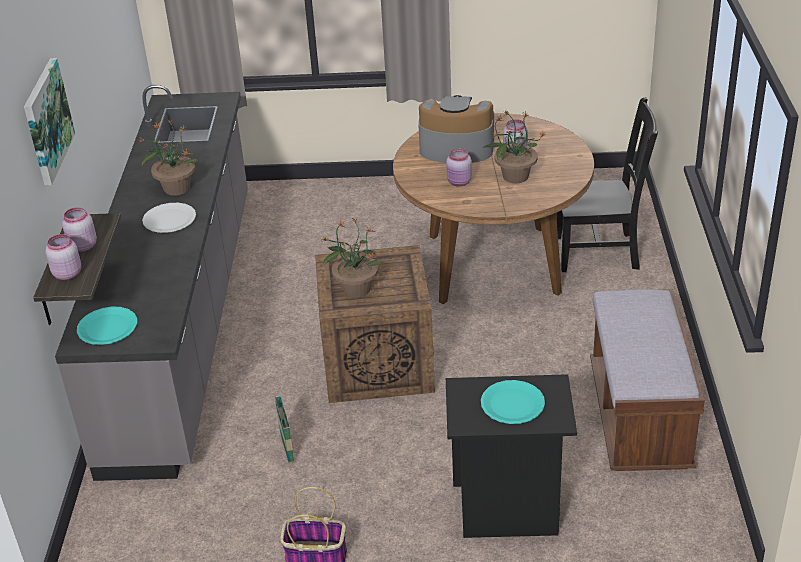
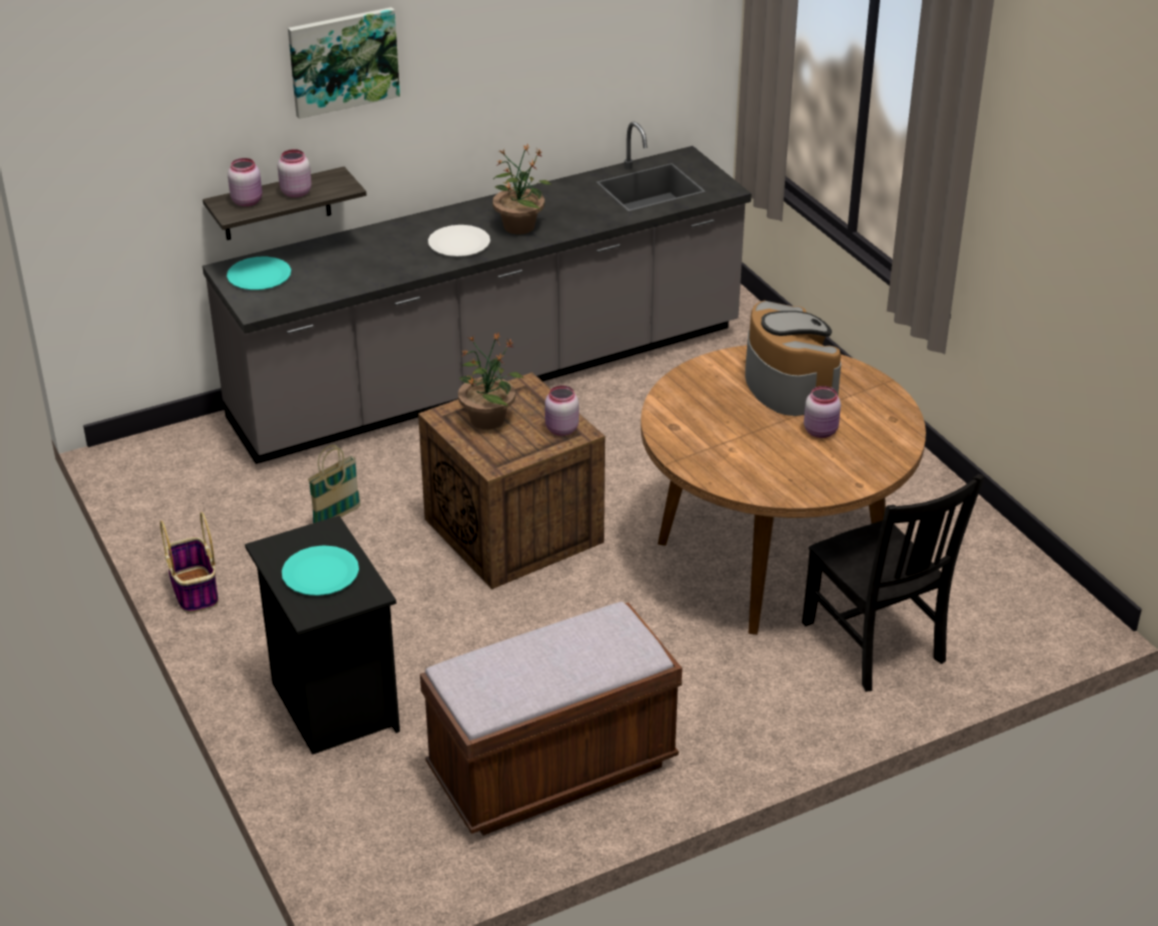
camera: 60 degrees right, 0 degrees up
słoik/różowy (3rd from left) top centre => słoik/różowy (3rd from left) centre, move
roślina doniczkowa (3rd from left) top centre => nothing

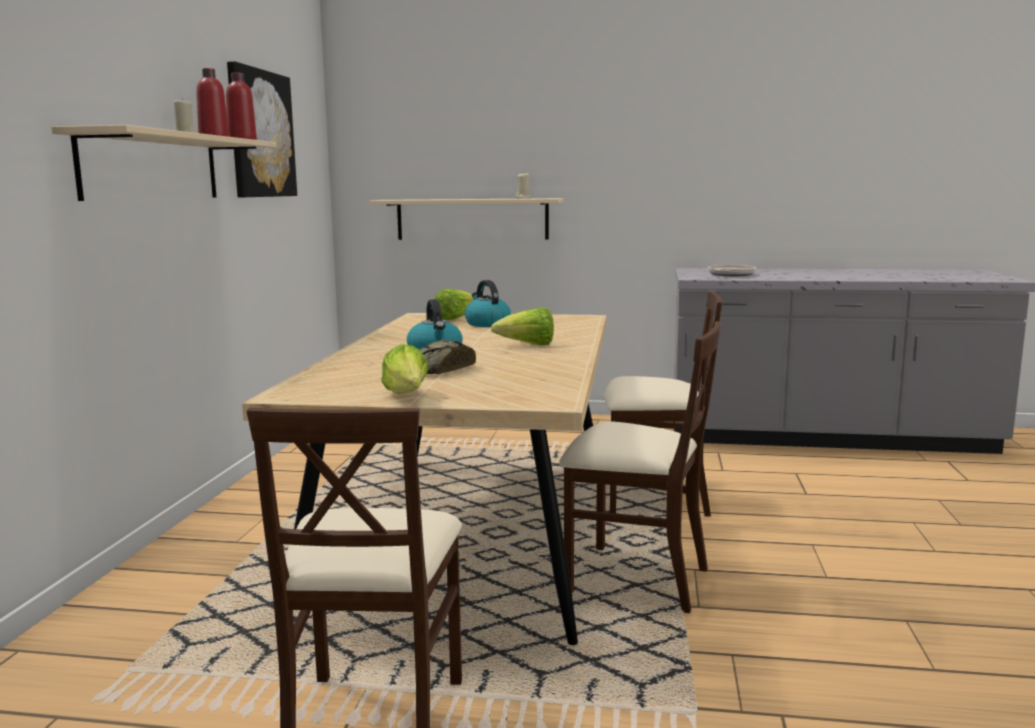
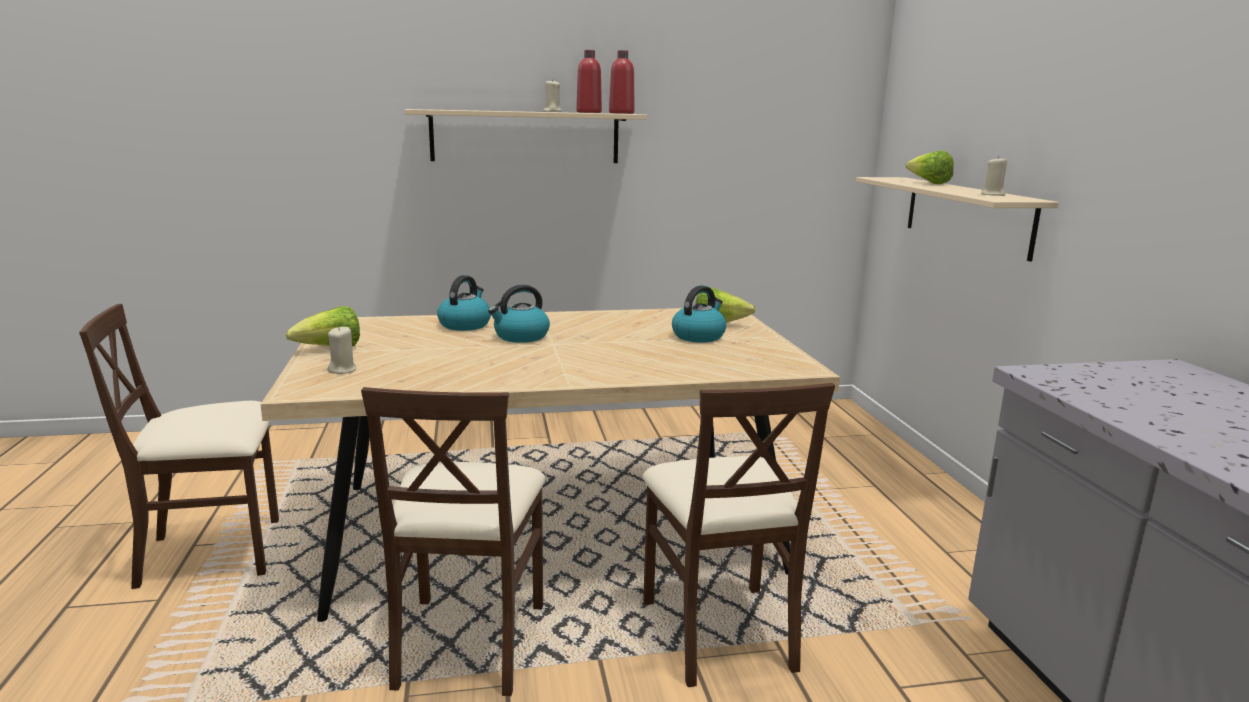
camera: 70 degrees right, 5 degrees up
obraz top left => nothing
chleb centre => nothing
sałata (3rd from left) centre => sałata (3rd from left) top right, move
patelnia middle right => nothing
nothing => świeca/beżowy (1st from left) middle left
nothing => czajnik (1st from left) centre

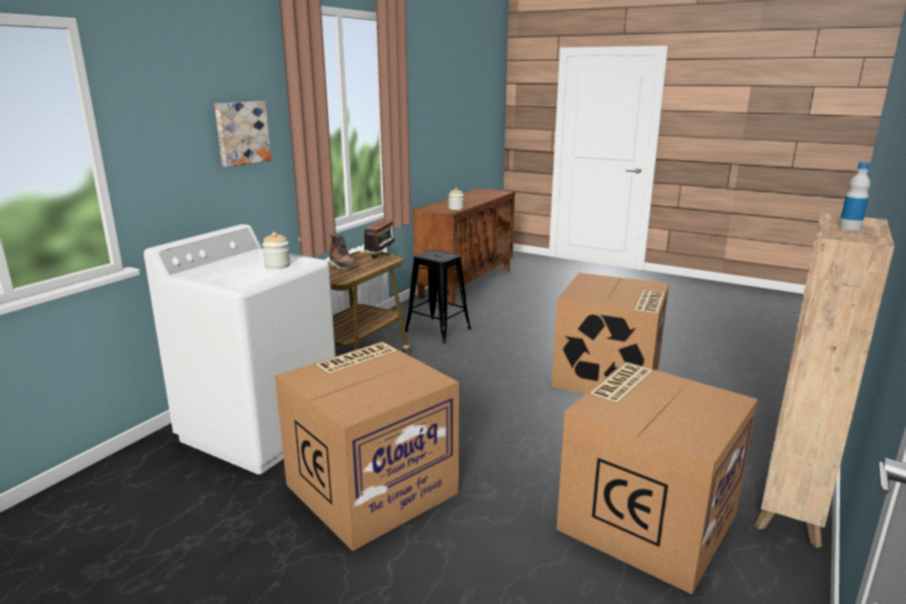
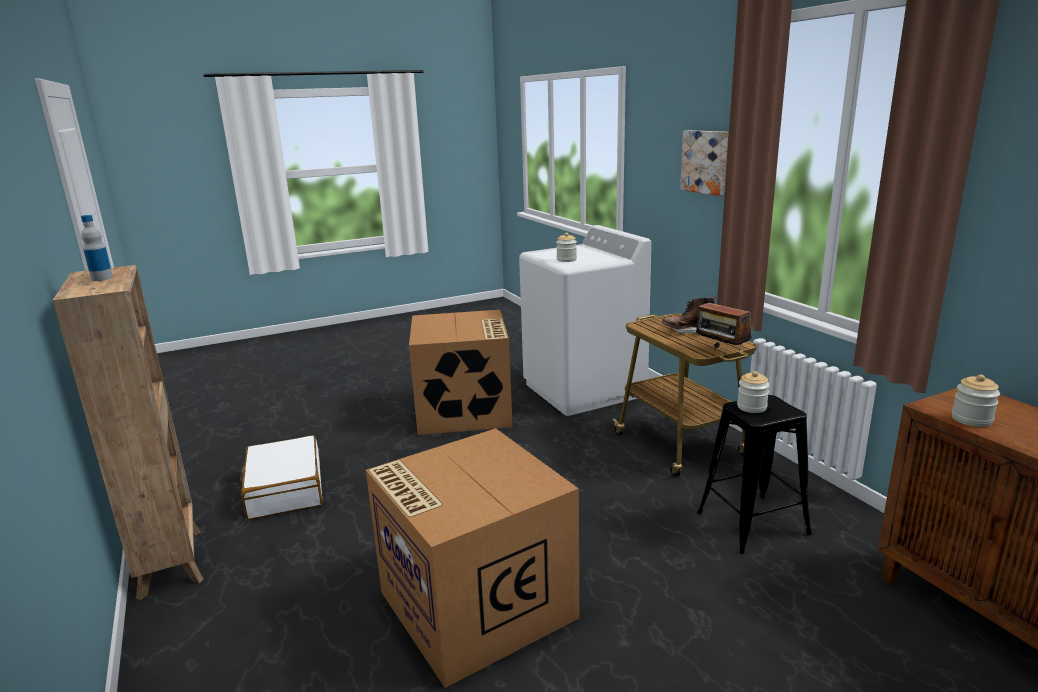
camera: 125 degrees right, 0 degrees up
karton (3rd from left) bottom right => walizka/biały bottom left
nothing => słoik (2nd from left) middle right

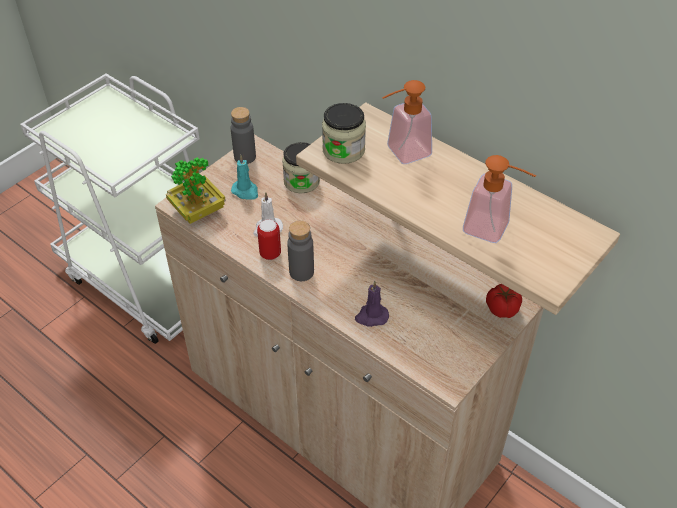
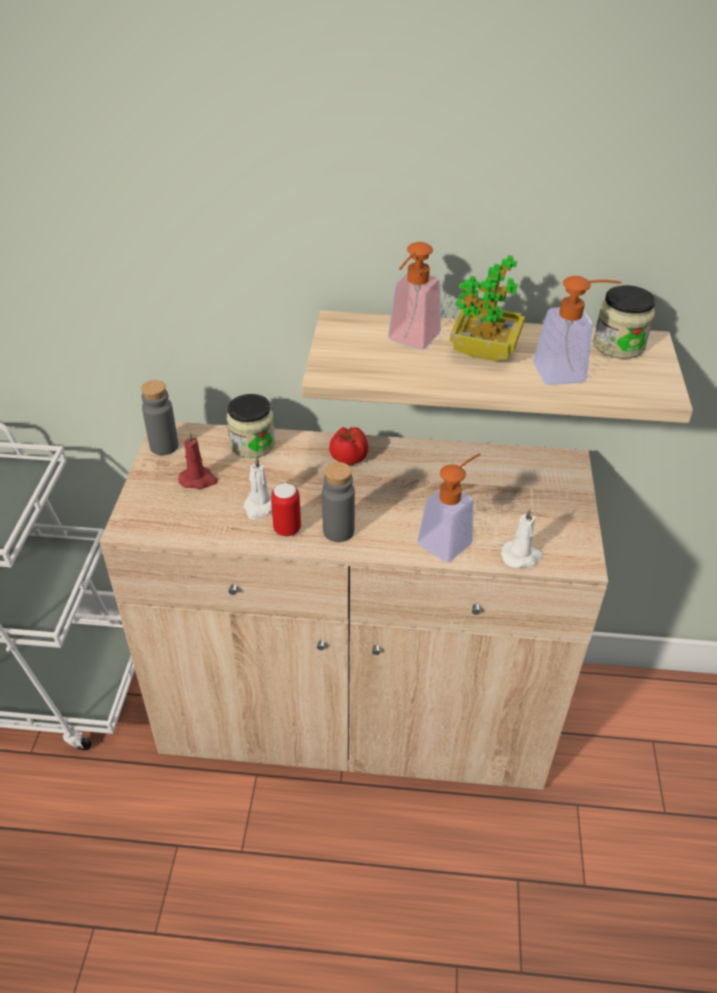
camera: 35 degrees left, 5 degrees down
roślina doniczkowa middle left => roślina doniczkowa top right, move
świeca/turkusowy centre => świeca/czerwony middle left
słoik (2nd from left) top centre => słoik (2nd from left) top right, move
świeca/fioletowy centre => dozownik mydła (2nd from left) centre
pomidor middle right => pomidor centre, move
nothing => świeca/biały (2nd from left) middle right

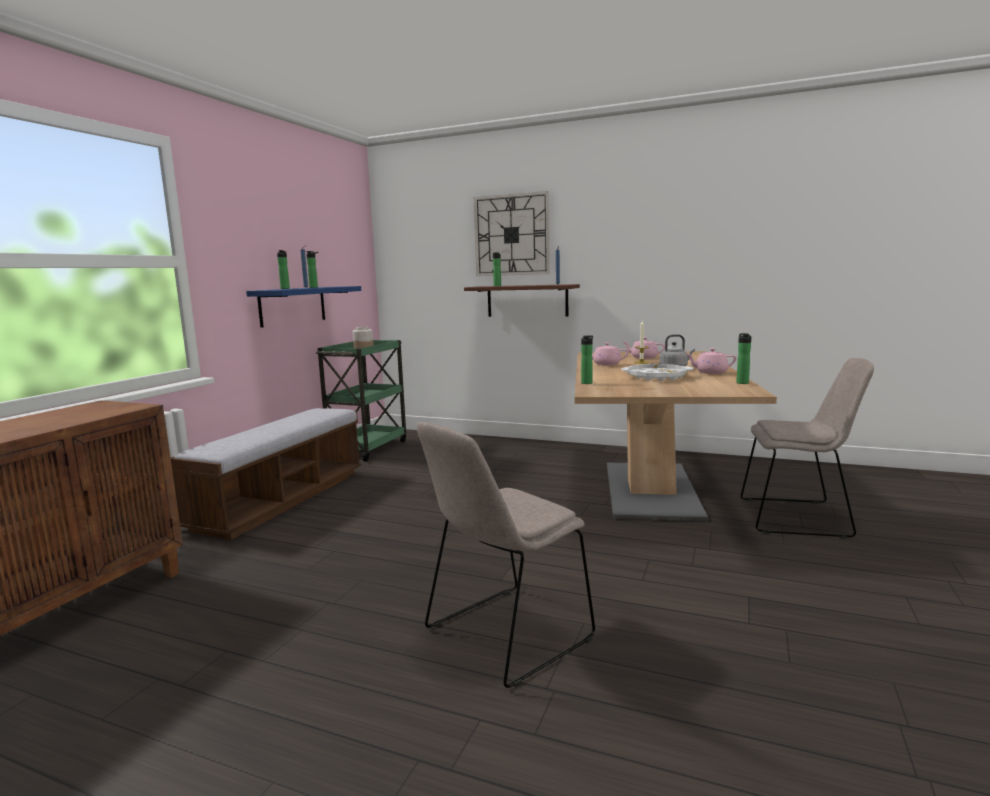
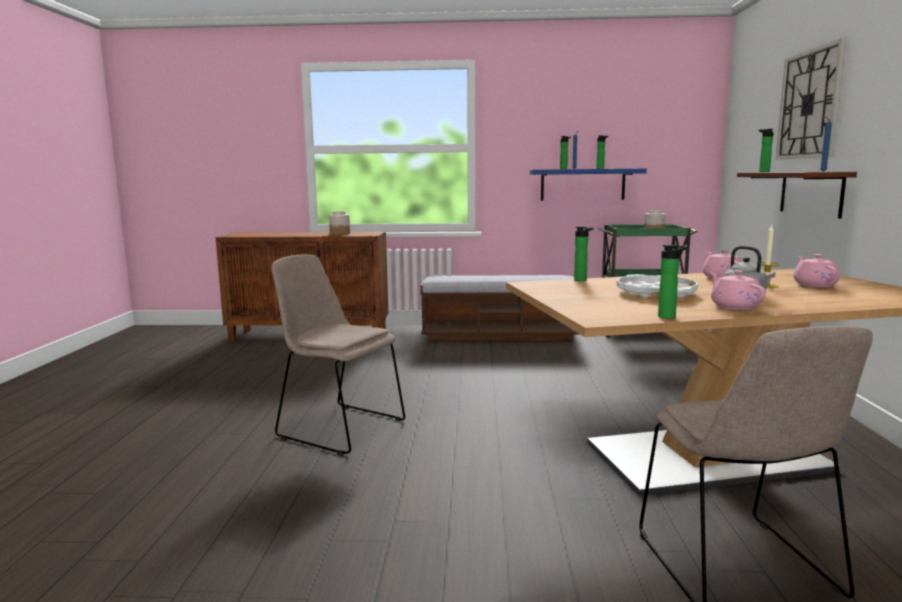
camera: 70 degrees right, 0 degrees up
nothing => słoik (1st from left) centre

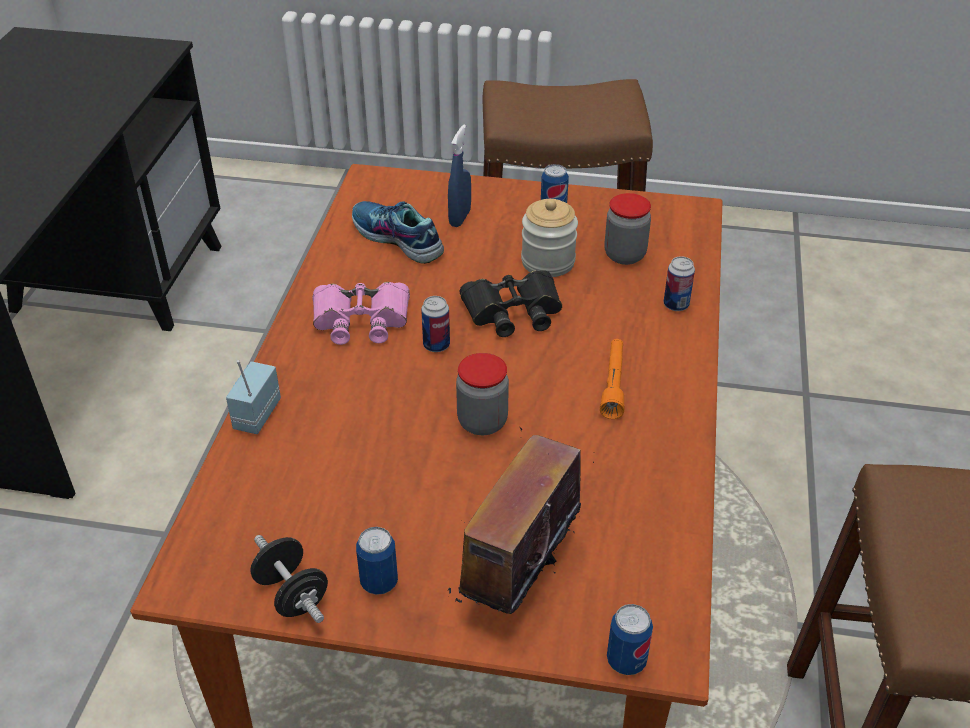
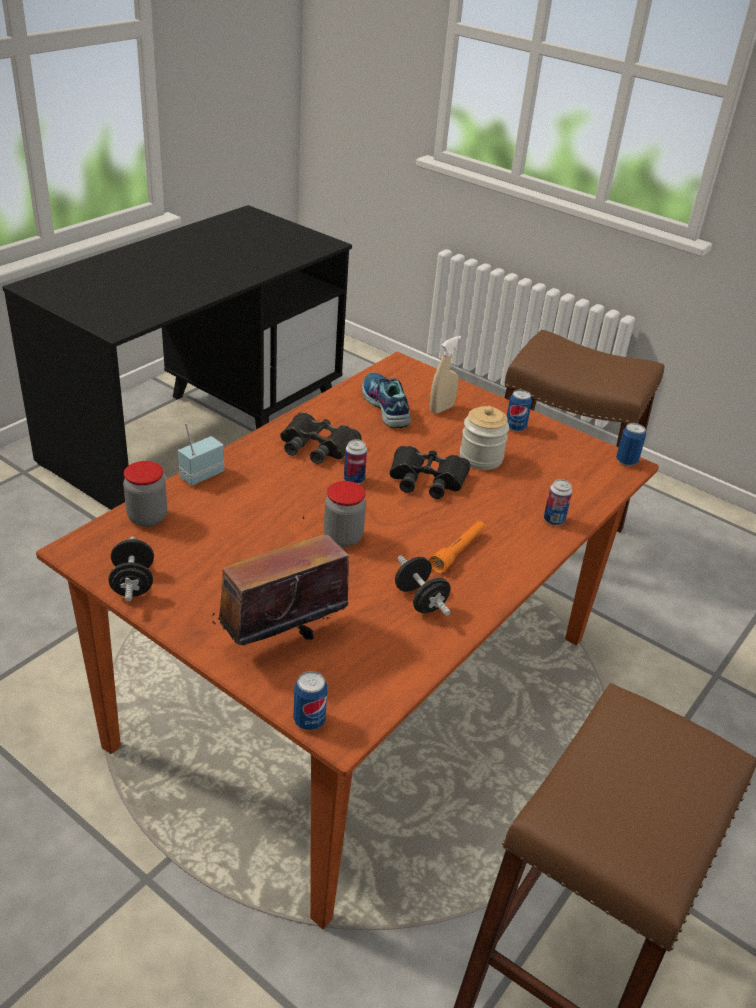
camera: 25 degrees right, 5 degrees down
lornetka/różowy centre => lornetka/czarny (1st from left) centre
puszka (1st from left in the first image) bottom centre => puszka (5th from left) middle right, move
spryskiwacz/niebieski top centre => spryskiwacz/beżowy centre
słoik (3rd from left in the first image) top centre => słoik (1st from left) middle left, move
nothing => hantel/czarny (2nd from left) centre

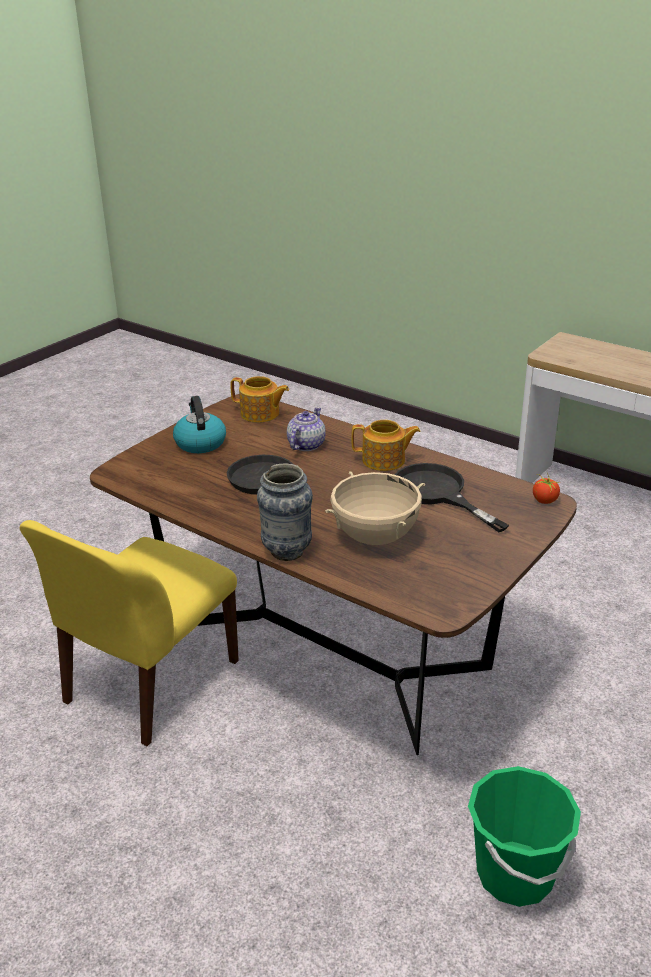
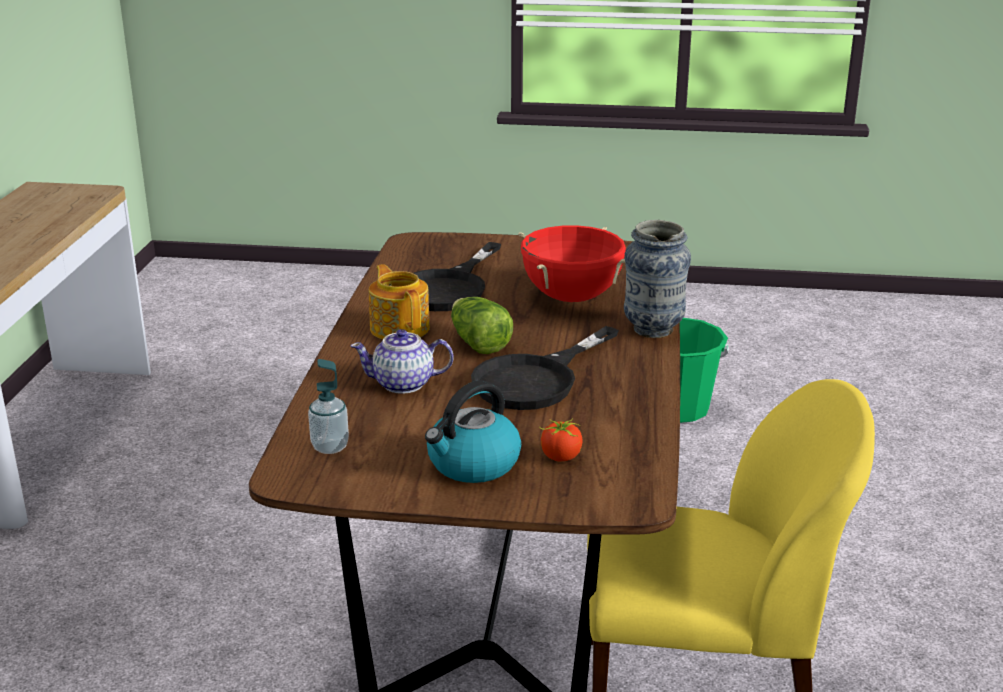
camera: 120 degrees left, 5 degrees down
imbryk (1st from left) centre => dozownik mydła middle left
garnek/beżowy centre => garnek/czerwony centre
pomidor middle right => pomidor centre, move
nothing => sałata centre

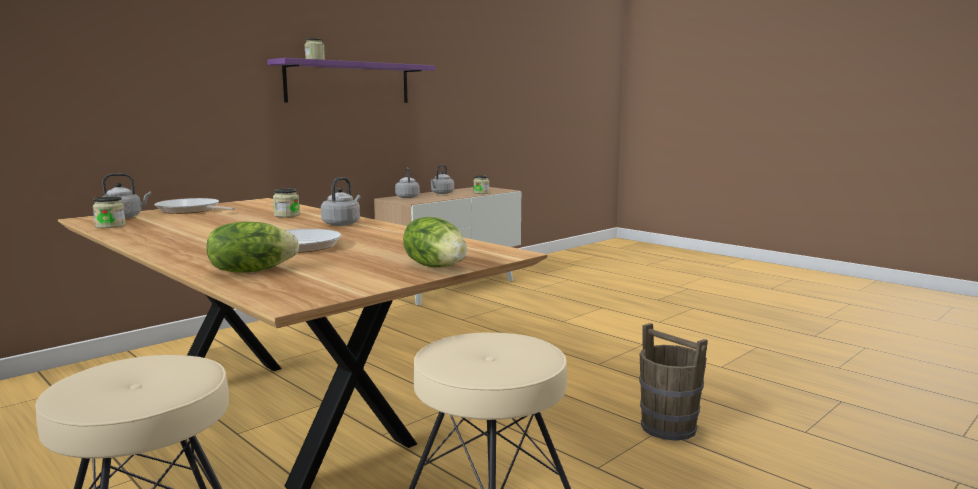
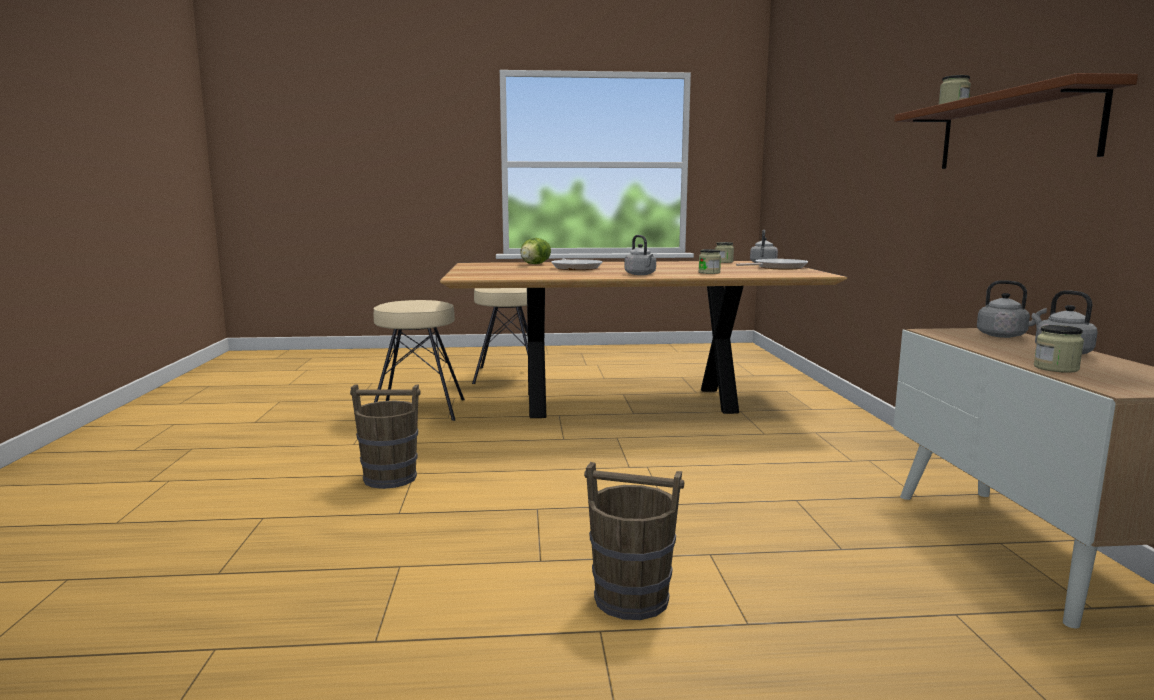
camera: 130 degrees right, 0 degrees up
półka/fioletowy top centre => półka/brązowy top right
sałata (2nd from left) centre => nothing
nothing => wiadro/brązowy (2nd from left) bottom centre

